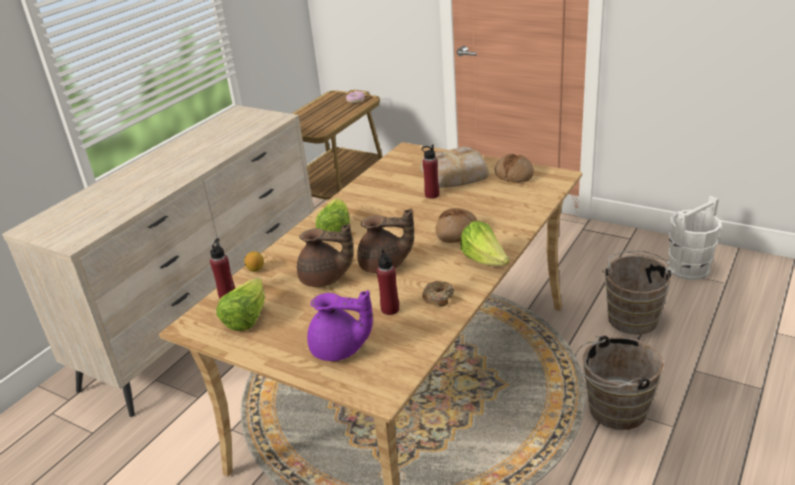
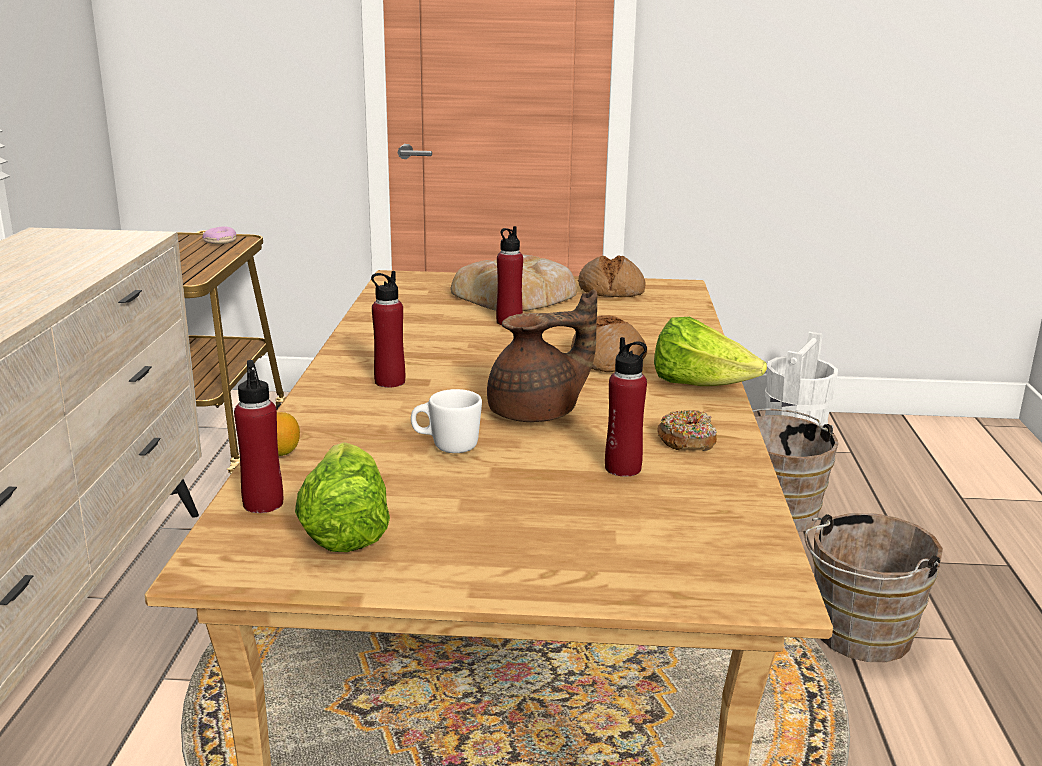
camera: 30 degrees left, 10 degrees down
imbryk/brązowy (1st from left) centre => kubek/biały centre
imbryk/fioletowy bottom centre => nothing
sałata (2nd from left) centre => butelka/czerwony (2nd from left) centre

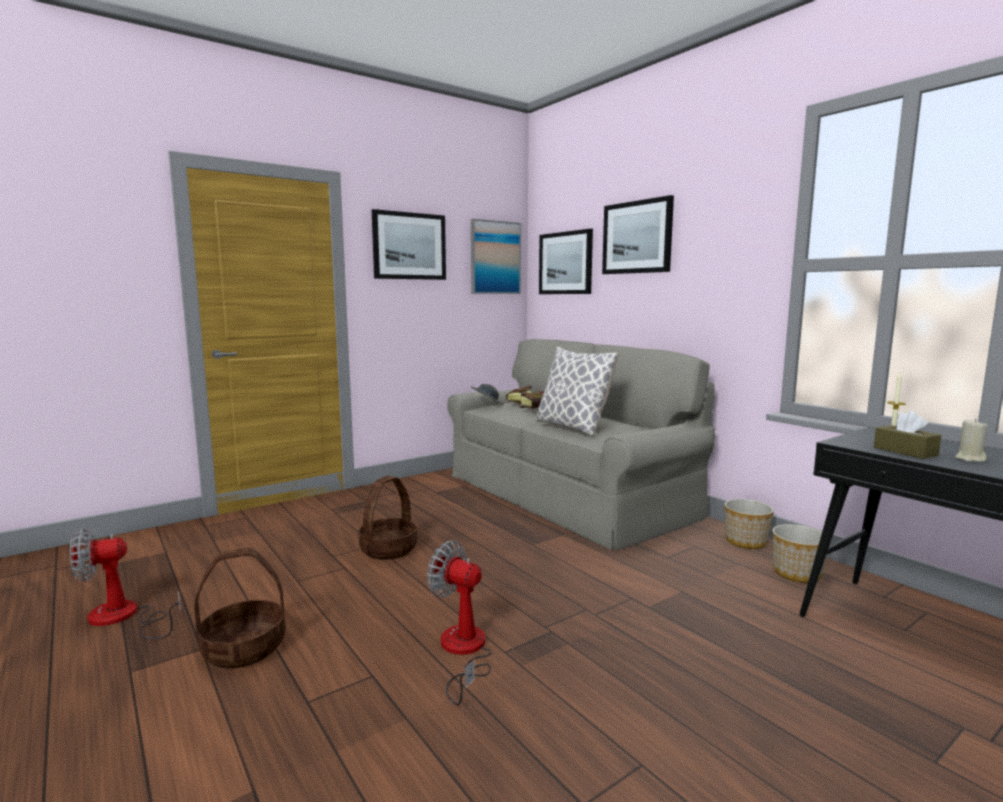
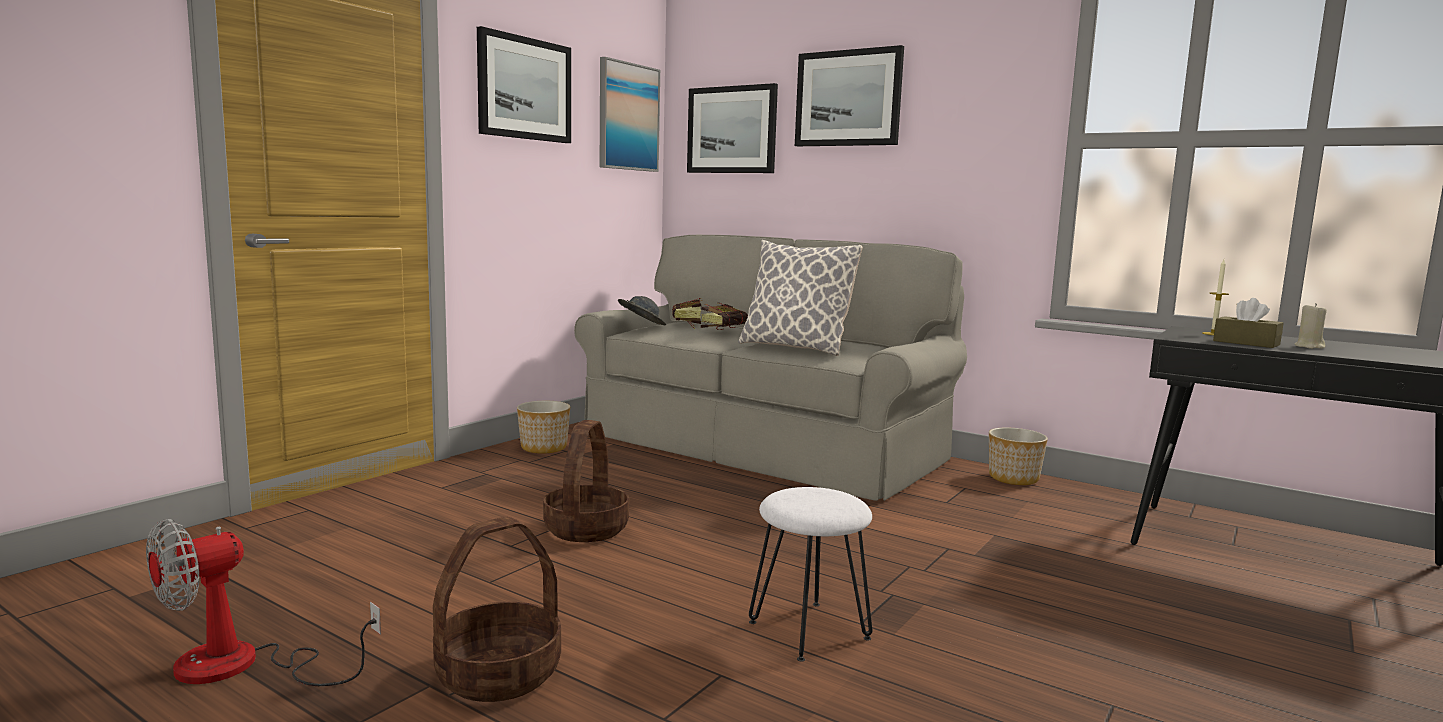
camera: 20 degrees left, 0 degrees up
wentylator (2nd from left) bottom centre => stołek/biały bottom centre
donica (2nd from left in the first image) bottom right => donica (1st from left) centre, move

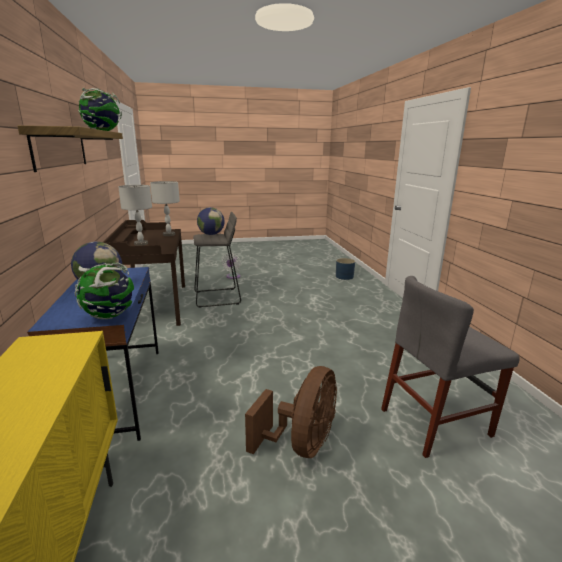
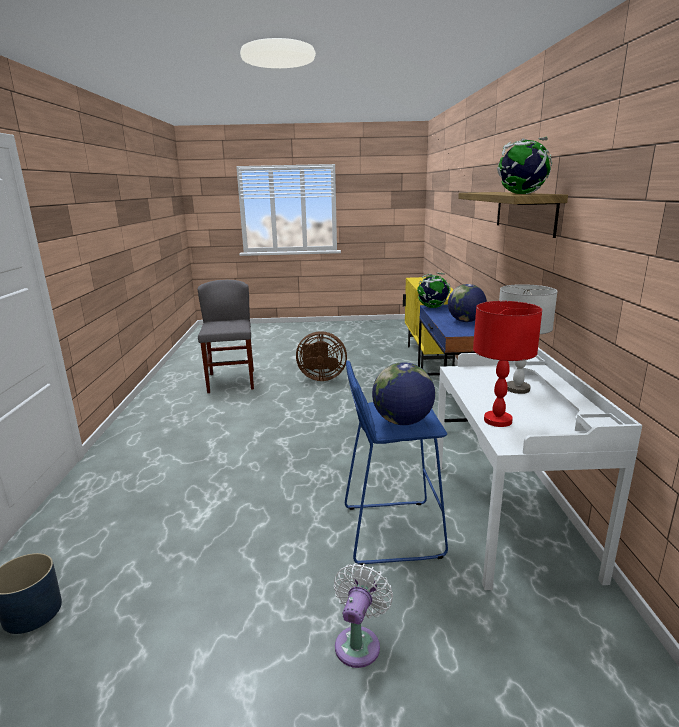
camera: 170 degrees left, 0 degrees up
biurko/brązowy middle left => biurko/biały middle right
lampa stołowa/szary (2nd from left) middle left => lampa stołowa/czerwony middle right
stołek/szary centre => stołek/niebieski centre
wentylator/brązowy bottom centre => wentylator/brązowy centre, 120 degrees counterclockwise
krzesło/szary middle right => krzesło/szary middle left, 90 degrees counterclockwise

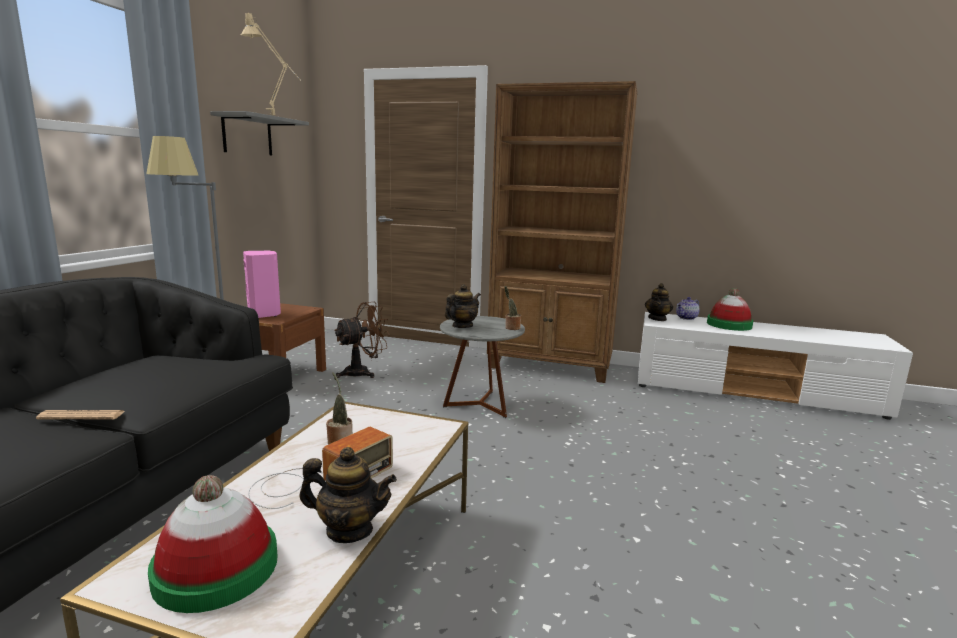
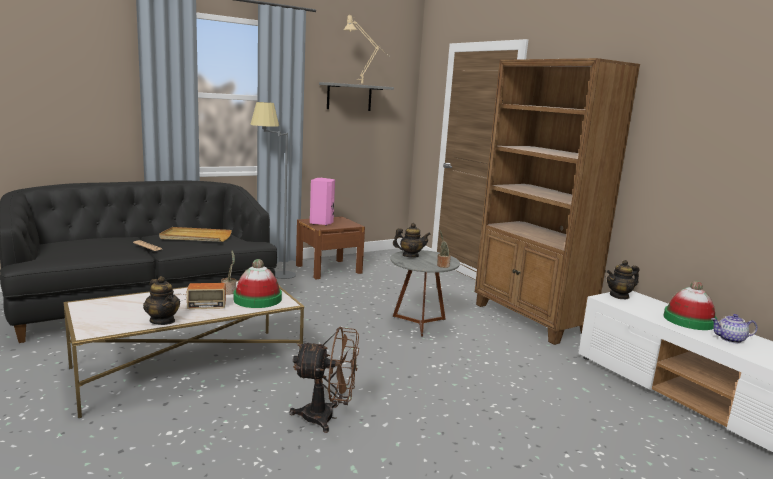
camera: 40 degrees right, 0 degrees up
kapelusz (1st from left) bottom left => kapelusz (1st from left) centre, move
wentylator/brązowy centre => wentylator/brązowy bottom centre, move
imbryk (4th from left) middle right => imbryk (4th from left) bottom right, move
nothing => taca/beżowy middle left

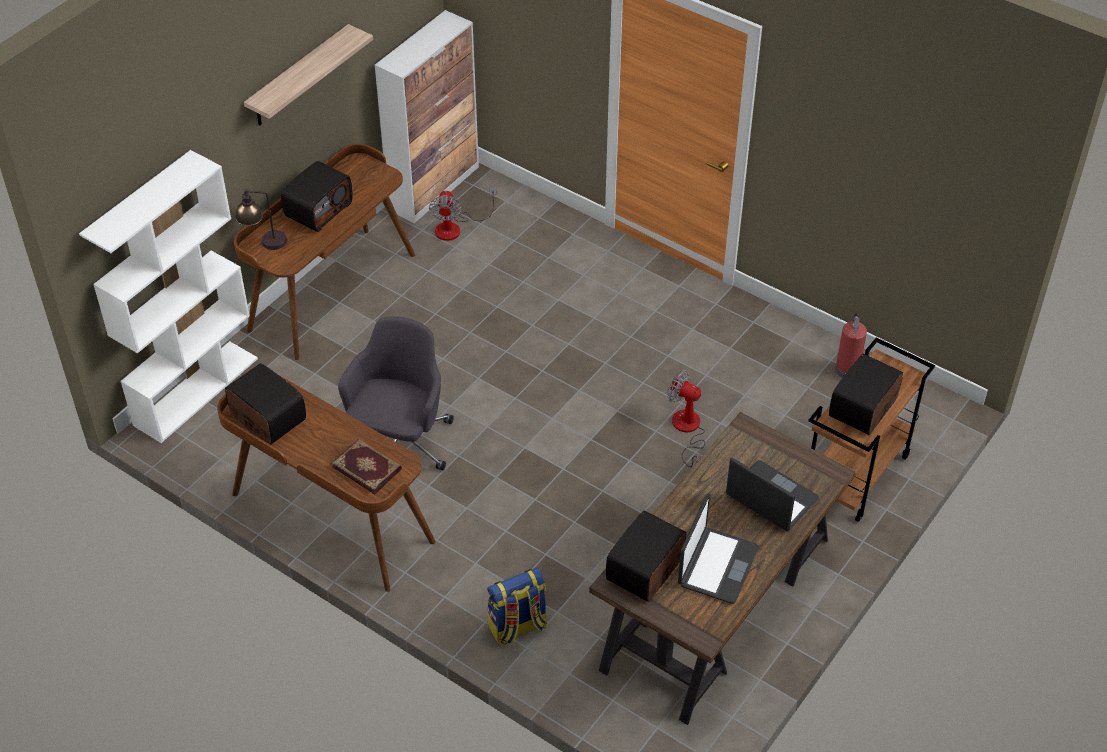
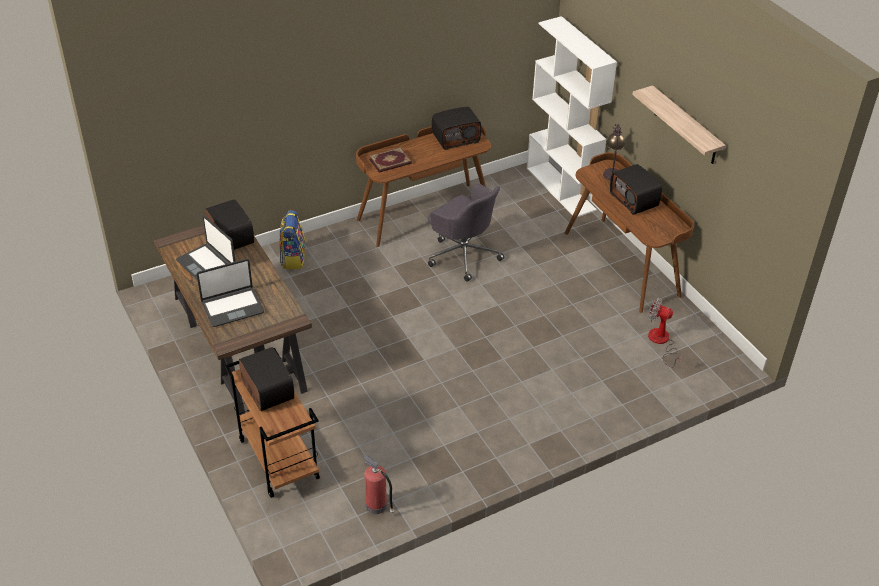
camera: 115 degrees right, 5 degrees down
szafka top centre => nothing
wentylator (2nd from left) centre => nothing

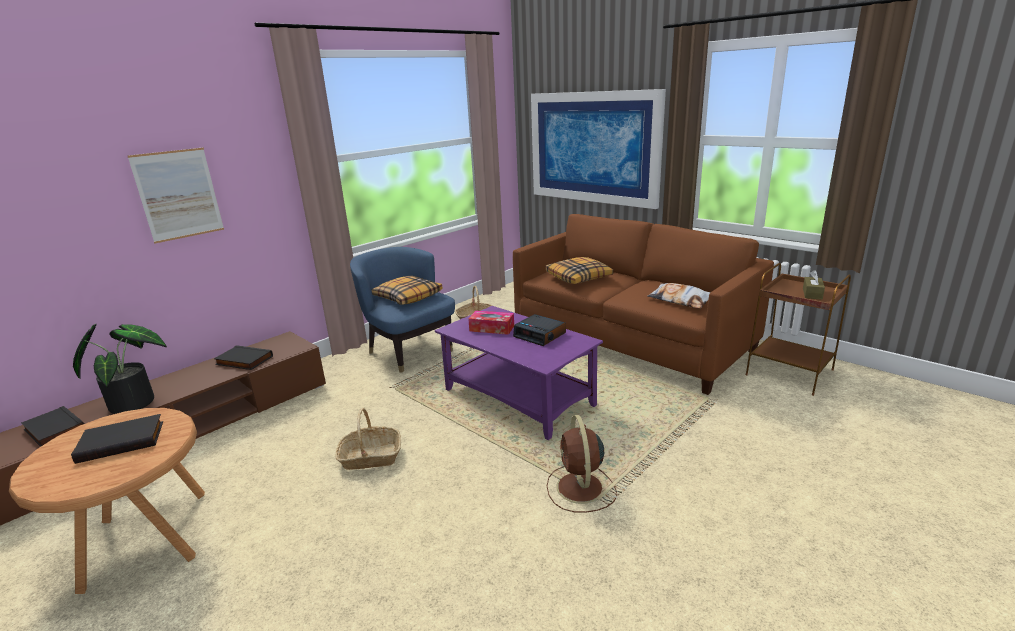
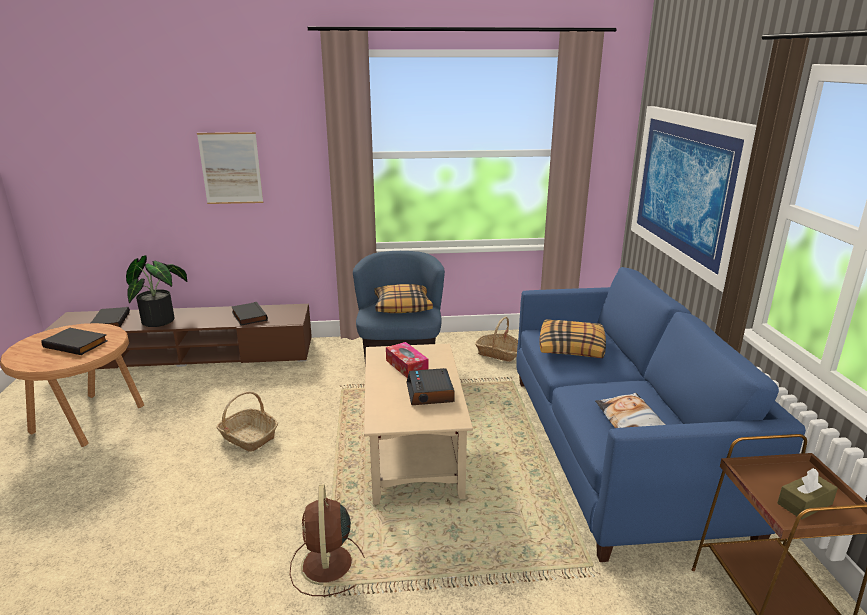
camera: 40 degrees right, 0 degrees up
ława/fioletowy centre => ława/beżowy bottom centre
kanapa/brązowy centre => kanapa/niebieski bottom right
wentylator/brązowy bottom centre, 45 degrees counterclockwise

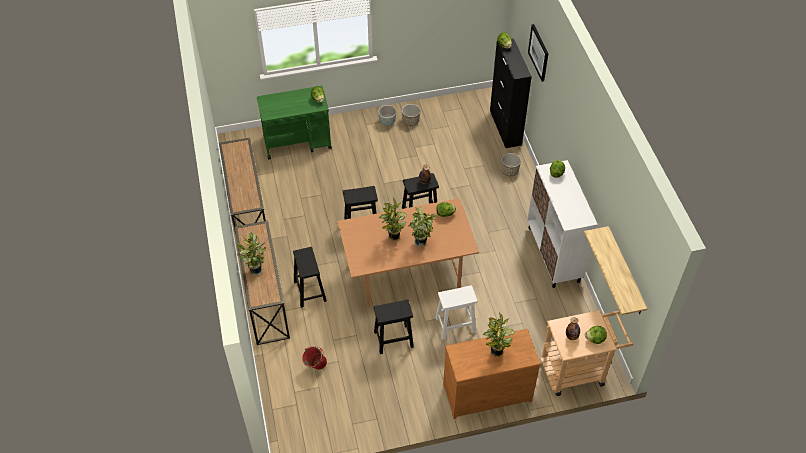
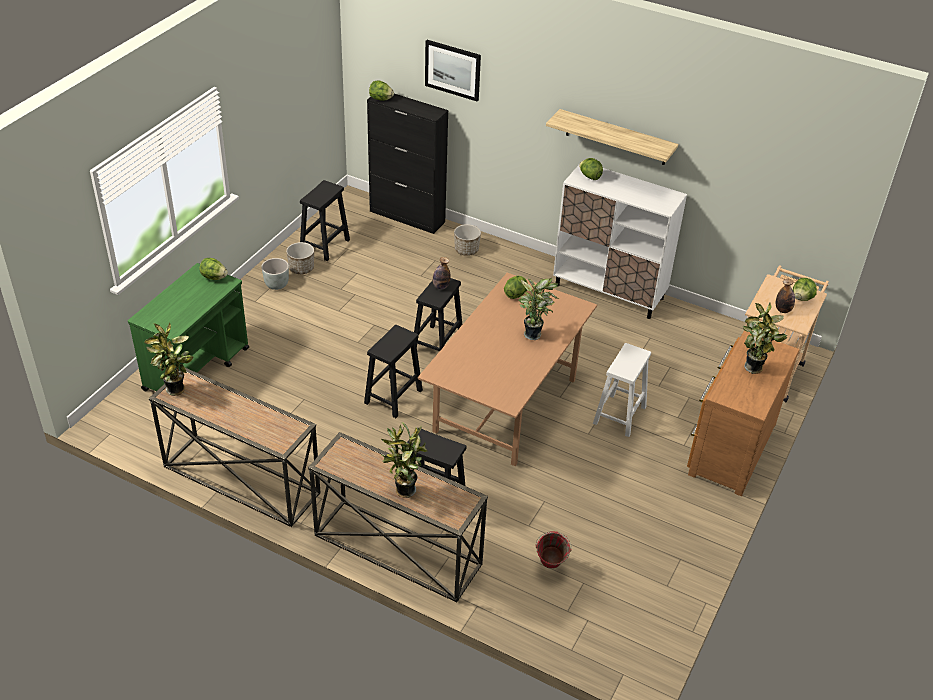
camera: 50 degrees left, 10 degrees down
stołek/czarny (3rd from left in the first image) bottom centre => stołek/czarny (1st from left) top centre, move
roślina doniczkowa (2nd from left in the first image) centre => roślina doniczkowa (1st from left) middle left, move
półka middle right => półka top centre, move

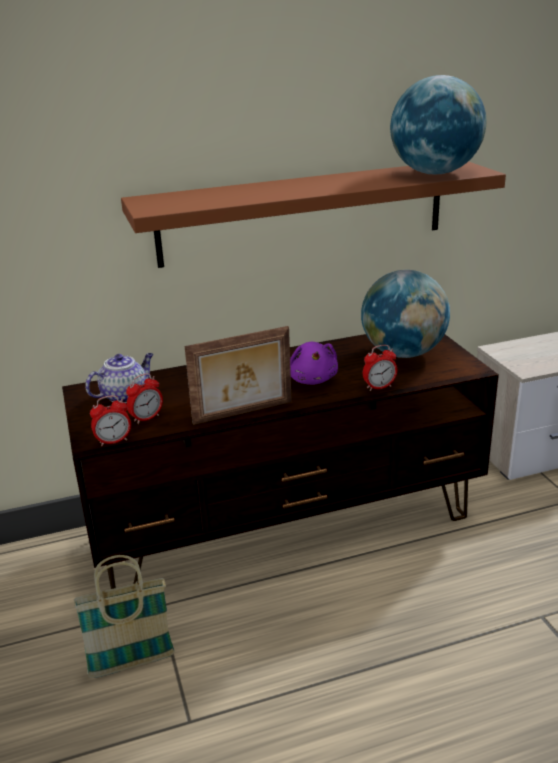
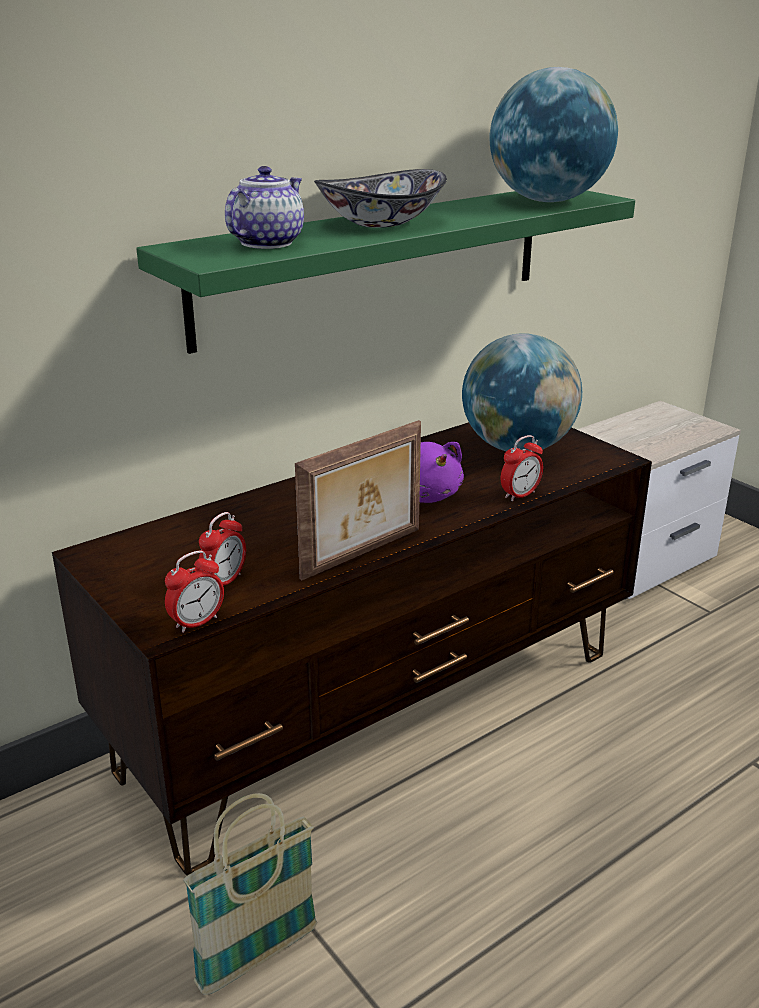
camera: 20 degrees left, 0 degrees up
imbryk middle left => imbryk top centre, move
półka/brązowy top centre => półka/zielony top centre
nothing => miska top centre

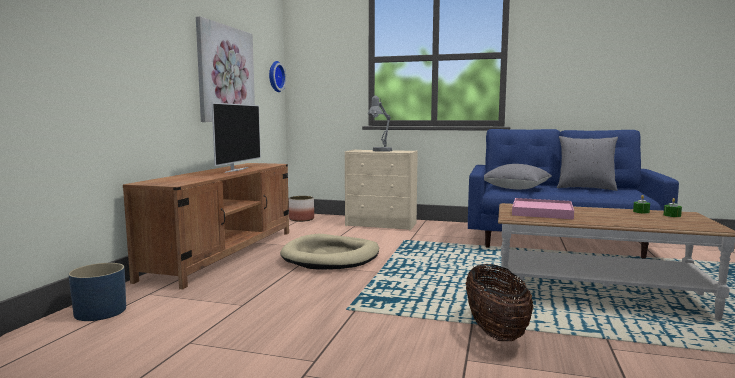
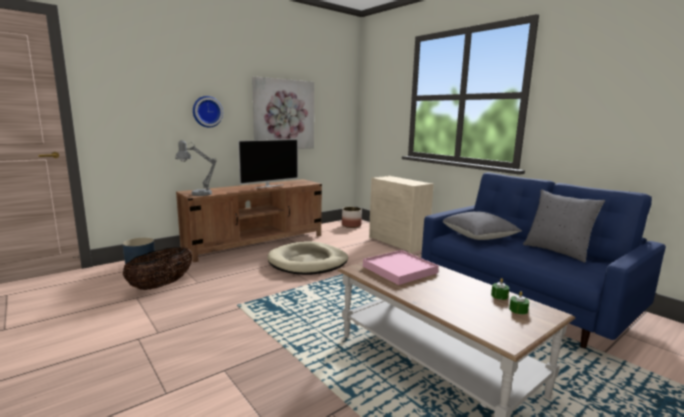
camera: 35 degrees right, 5 degrees up
zegar ścienny top centre => zegar ścienny top left, move
lampa stołowa/szary top centre => lampa stołowa/szary middle left, move
koszyk bottom right => koszyk middle left, move

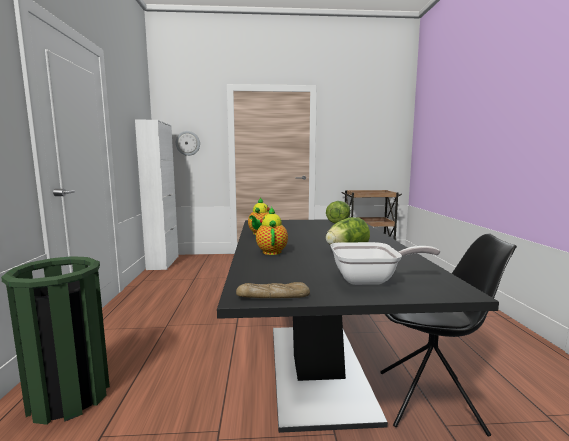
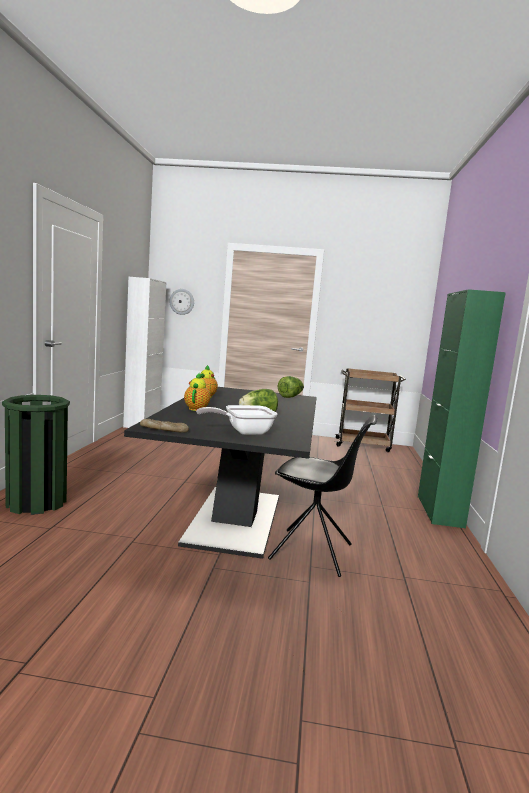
camera: 10 degrees right, 0 degrees up
patelnia middle right => patelnia centre, 150 degrees clockwise
nothing => szafka/zielony middle right

